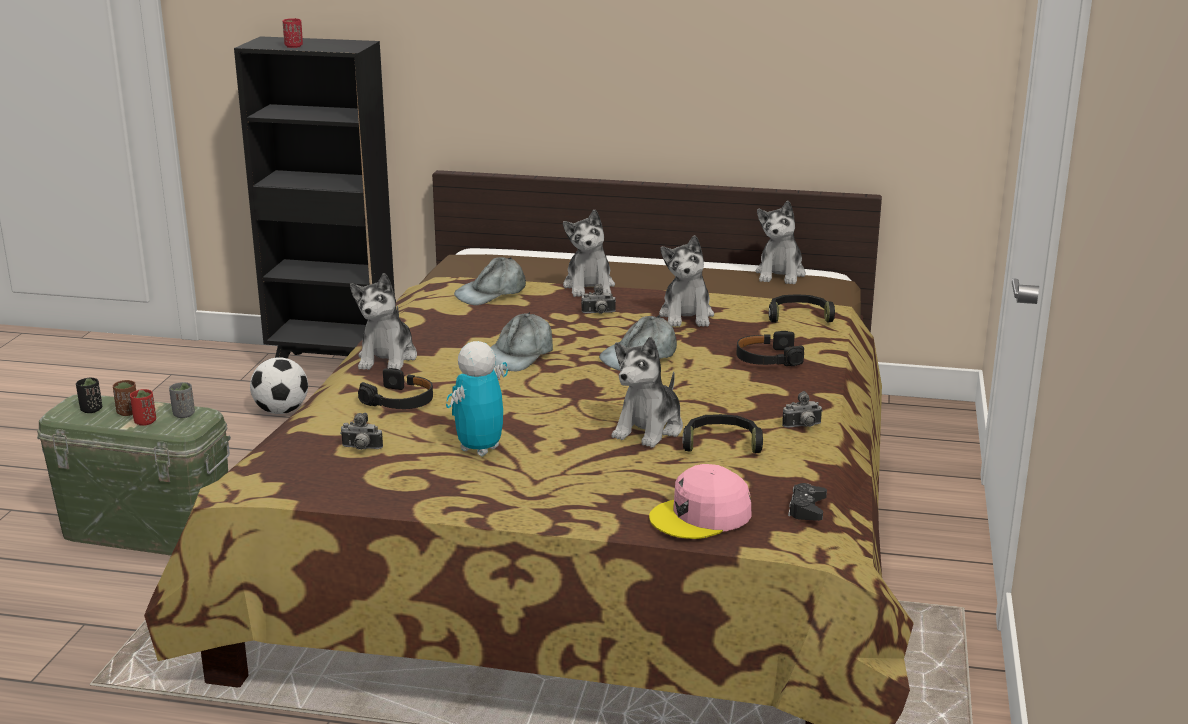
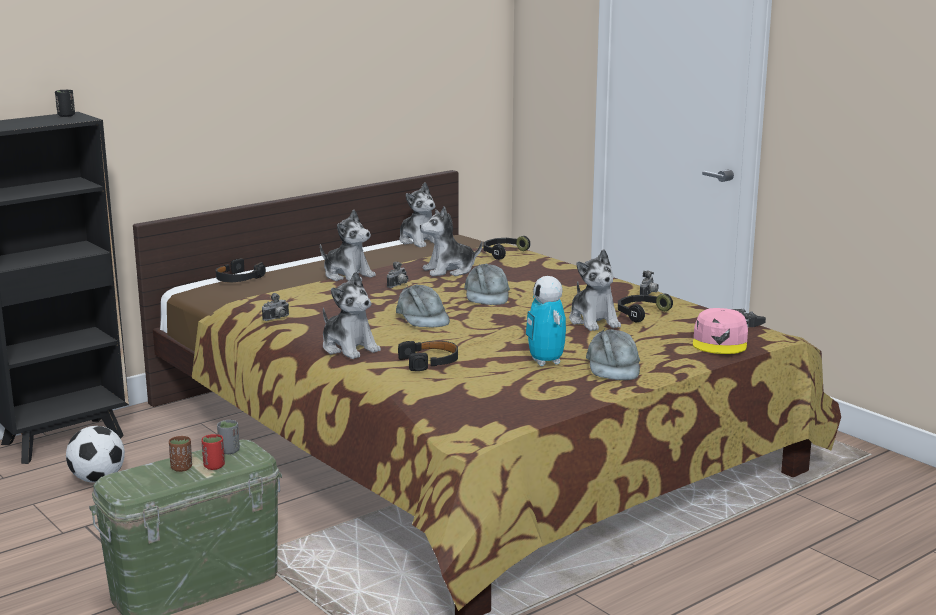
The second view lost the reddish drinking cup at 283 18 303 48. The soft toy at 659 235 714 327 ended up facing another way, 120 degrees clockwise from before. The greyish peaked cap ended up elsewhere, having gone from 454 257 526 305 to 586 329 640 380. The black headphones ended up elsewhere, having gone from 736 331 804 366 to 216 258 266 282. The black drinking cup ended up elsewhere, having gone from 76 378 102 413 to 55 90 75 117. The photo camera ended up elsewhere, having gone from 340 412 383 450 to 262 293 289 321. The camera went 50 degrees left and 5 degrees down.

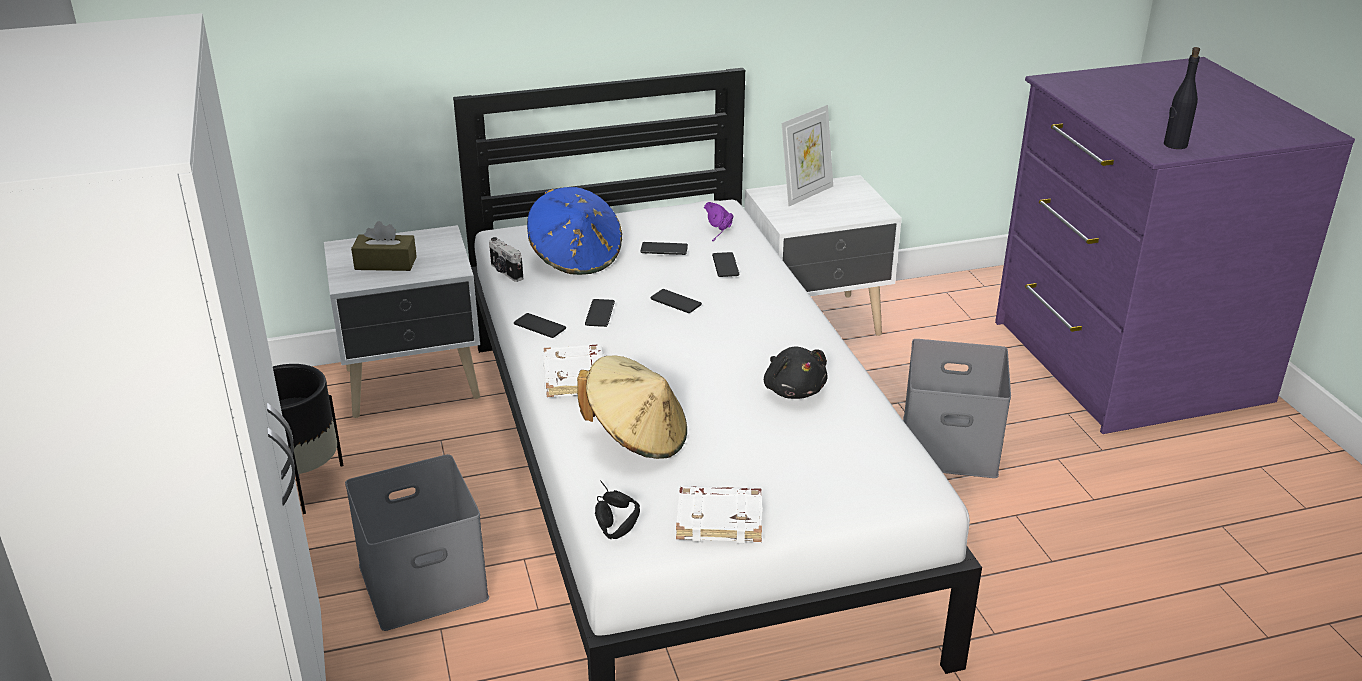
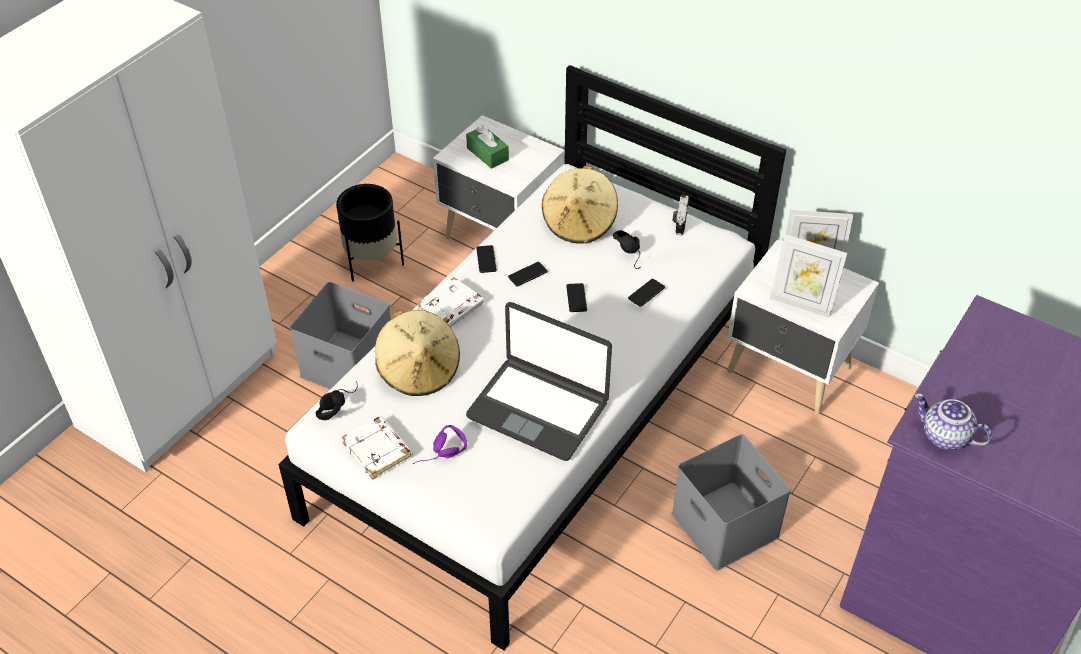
Where the black drink bottle stood at 1164 47 1200 149, the tea pot came to stand at 915 394 992 450. What was the blue clothing hat at 527 187 622 275 turned into the beige-coloured clothing hat at 542 166 618 244. The purplish headphones ended up elsewhere, having gone from 704 202 734 241 to 413 425 467 464. What was the brown box of tissues at 351 221 417 271 turned into the greenish box of tissues at 466 126 509 169. The photo camera ended up elsewhere, having gone from 489 237 523 282 to 673 195 689 235. Where the phone stood at 640 242 688 255, the black headphones came to stand at 613 230 640 269. Where the black soft toy stood at 764 347 827 399, the laptop came to stand at 466 302 612 461. The second view gained the photo frame at 770 234 847 318. The camera went 50 degrees right and 15 degrees up.

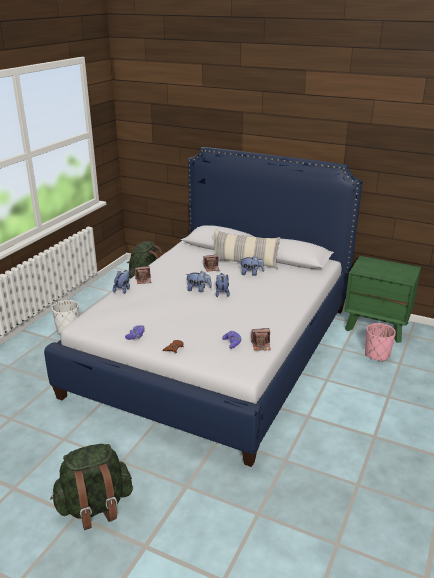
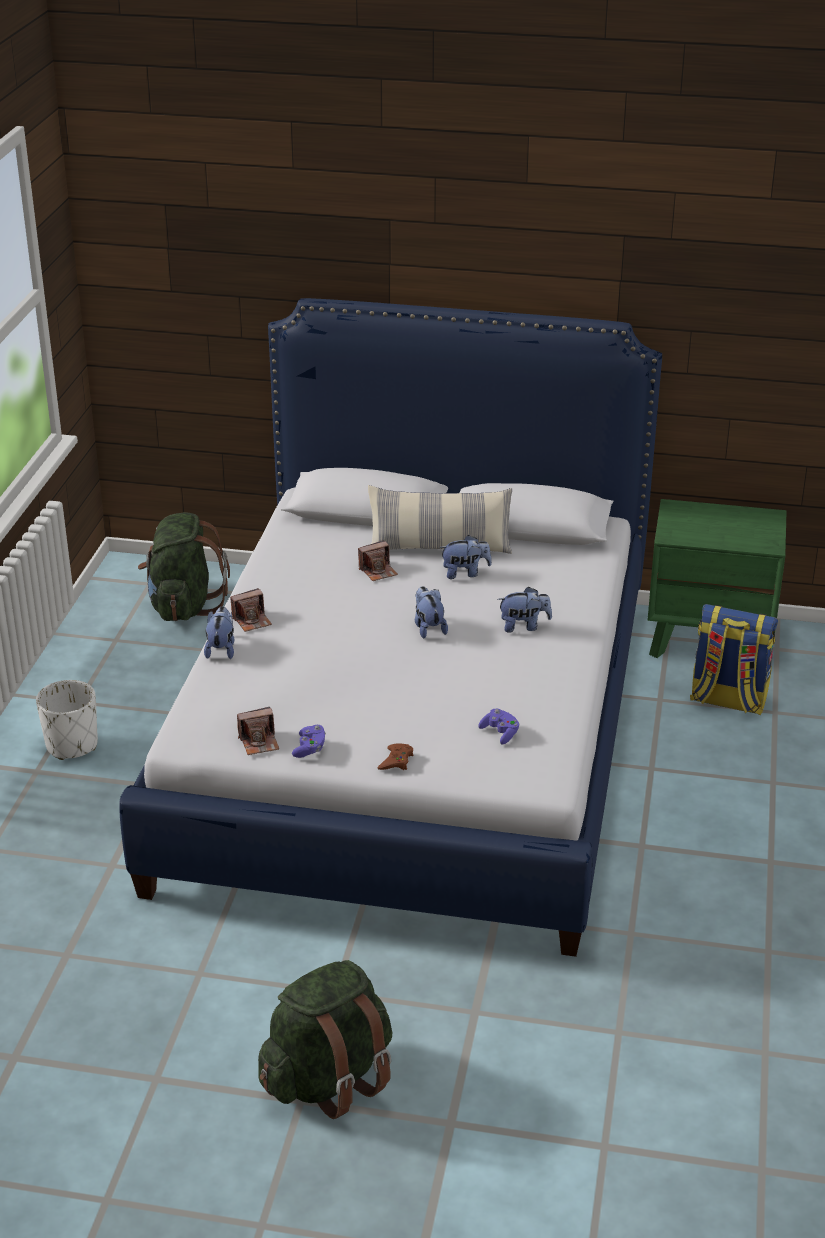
The soft toy ended up elsewhere, having gone from 185 271 212 292 to 498 587 552 633. Where the pinkish planter stood at 365 323 396 362, the backpack came to stand at 690 604 778 715. The photo camera ended up elsewhere, having gone from 251 328 271 351 to 237 707 279 755. The camera went 15 degrees left and 5 degrees up.

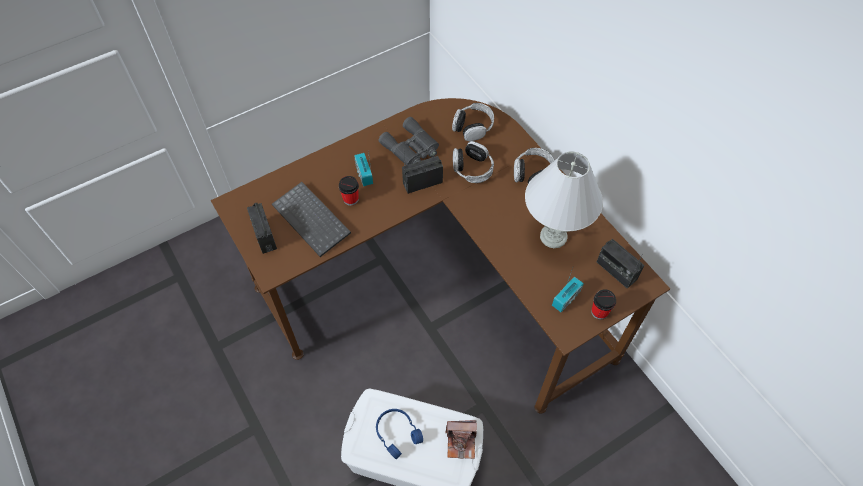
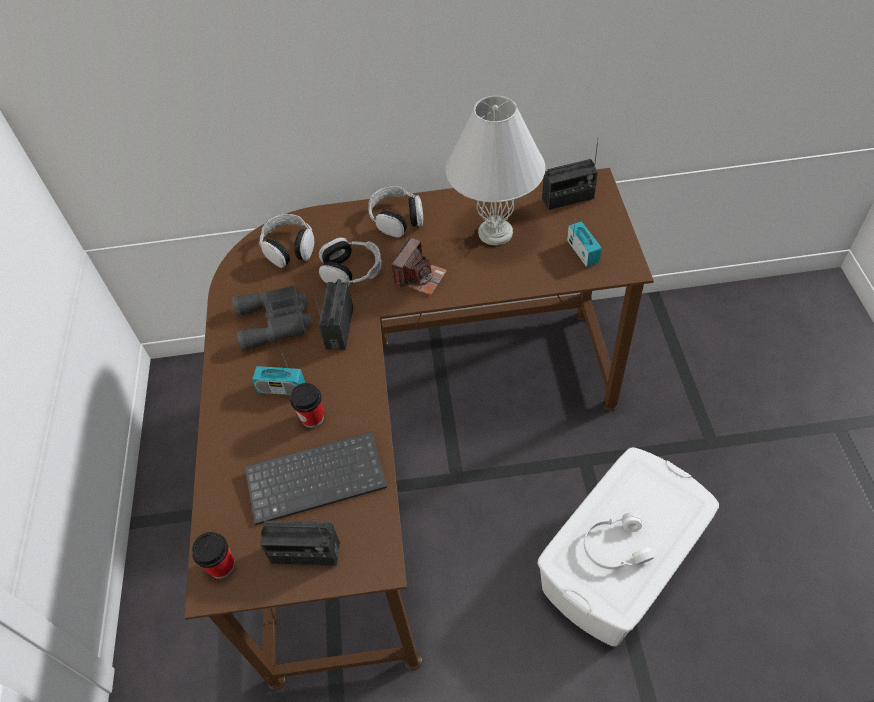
The drinking cup ended up elsewhere, having gone from 591 289 616 320 to 192 532 235 579. What was the blue headphones at 376 409 423 460 turned into the white-coloured headphones at 584 512 655 569. The photo camera ended up elsewhere, having gone from 445 420 477 459 to 391 238 447 296. The camera went 60 degrees left and 5 degrees down.

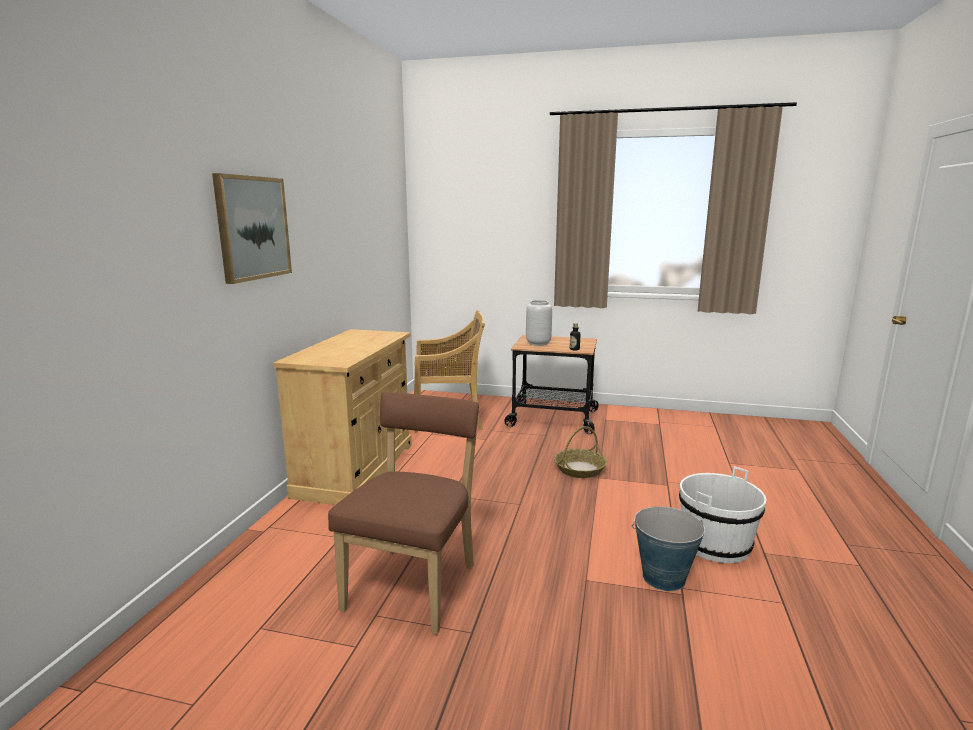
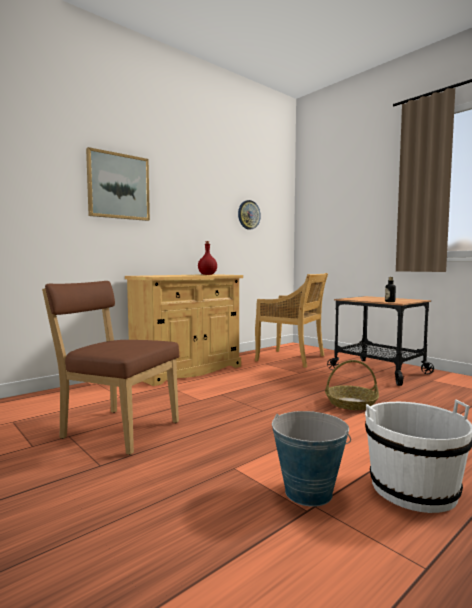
The second view lost the greyish flower vase at 526 300 552 346. The brown chair at 328 392 479 634 ended up facing another way, 120 degrees counterclockwise from before. The second view gained the hanging clock at 238 200 261 230. The second view gained the reddish drink bottle at 198 241 217 275. The camera went 35 degrees right and 10 degrees down.

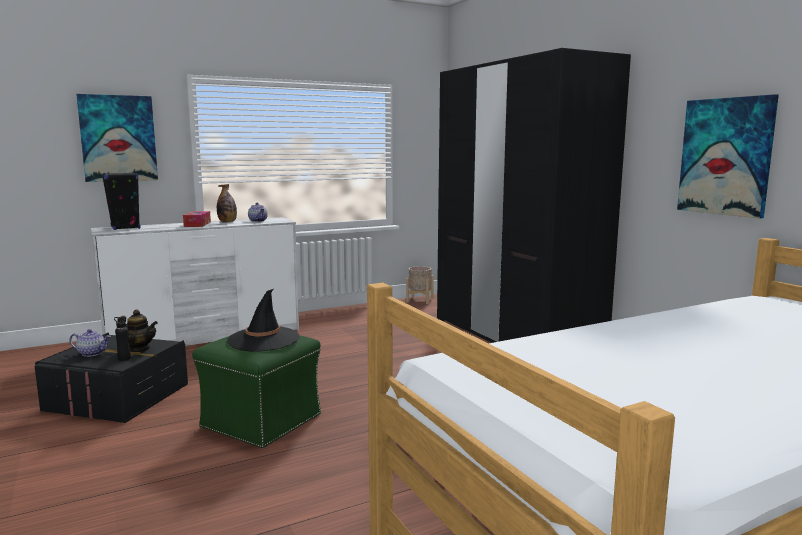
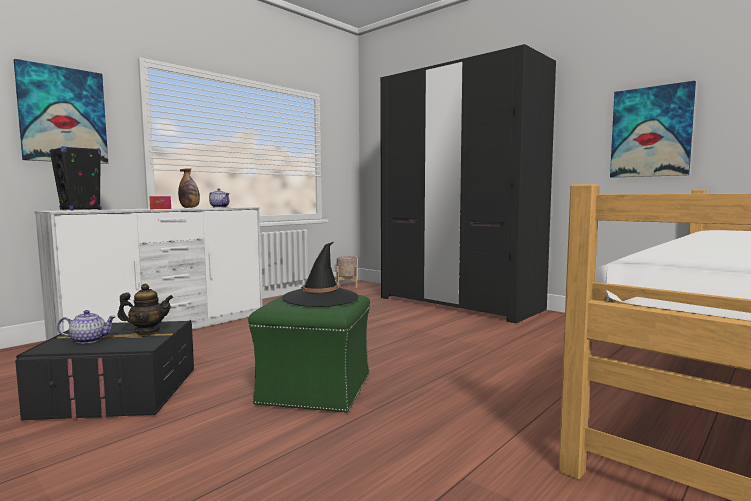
The second view lost the black drink bottle at 114 317 131 361. The camera went 20 degrees left and 5 degrees down.

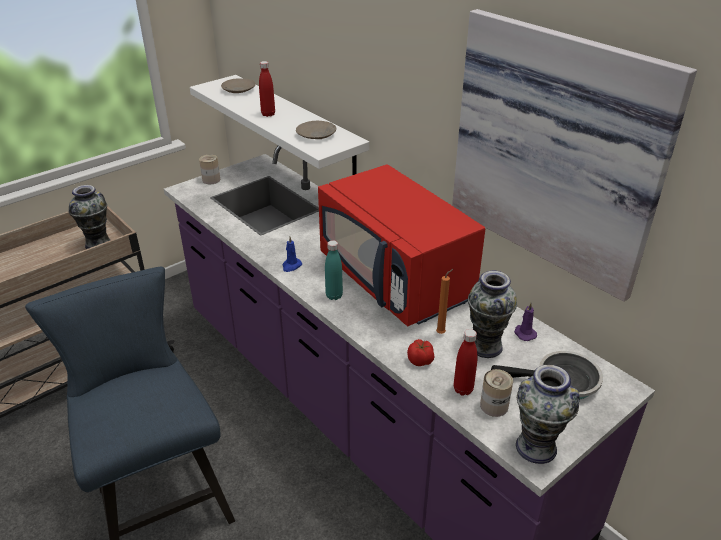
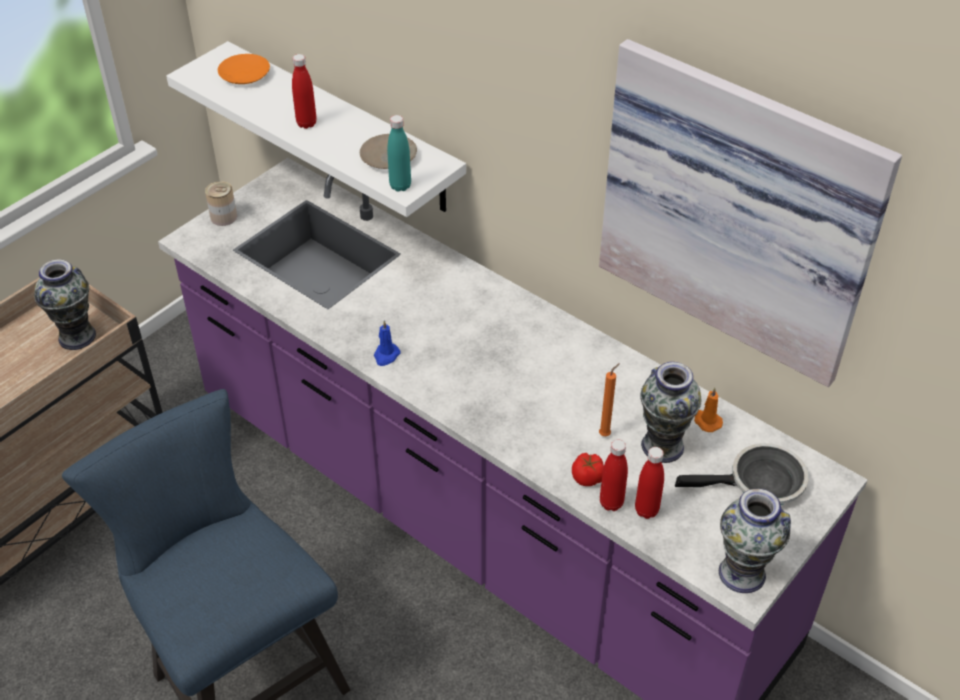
What was the beige-coloured dinner plate at 221 78 256 93 turned into the orange-coloured dinner plate at 218 54 270 84. The second view lost the reddish kitchen microwave at 318 165 485 327. The turquoise-coloured drink bottle ended up elsewhere, having gone from 325 240 343 300 to 387 115 411 192. What was the purplish candle at 514 303 537 341 turned into the orange-coloured candle at 694 388 723 432. The second view lost the metal can at 480 369 513 417. The second view gained the reddish drink bottle at 600 439 628 511. The camera went 10 degrees left and 10 degrees up.

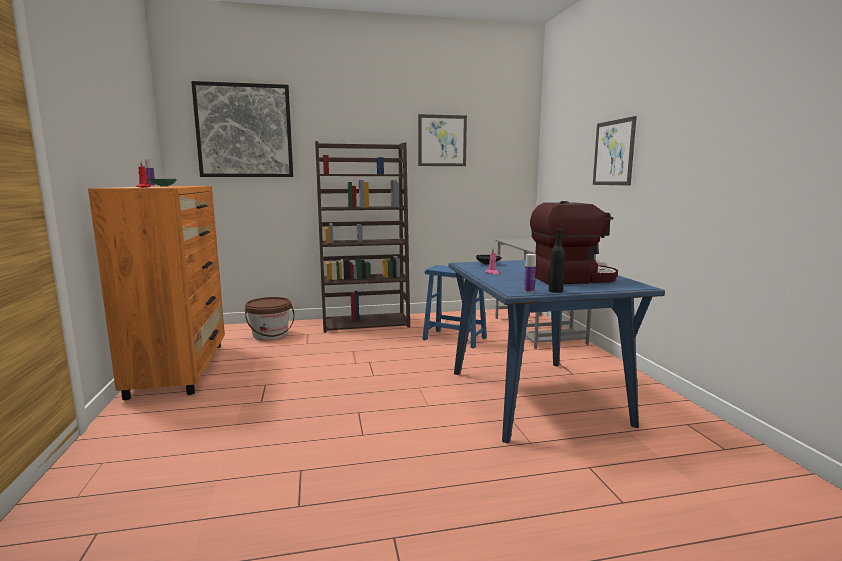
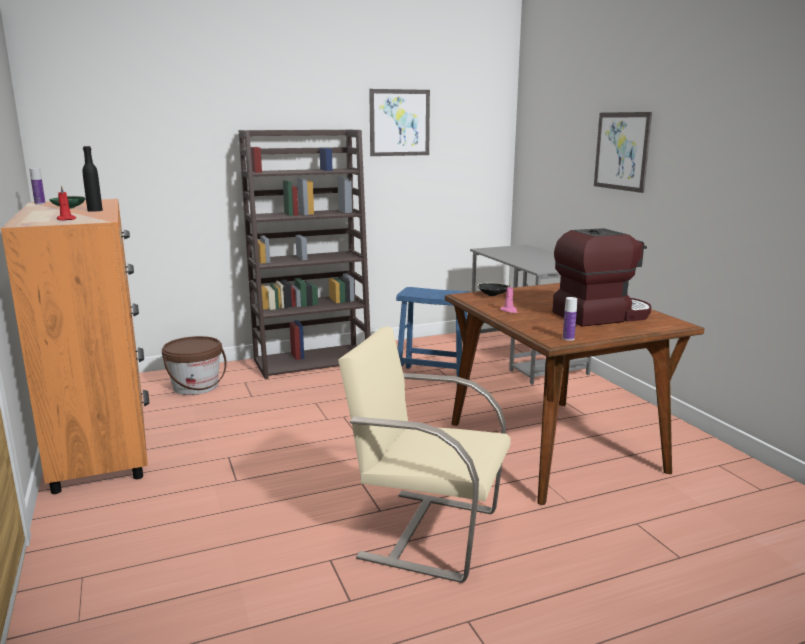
The second view lost the wall art at 191 81 293 177. The black drink bottle ended up elsewhere, having gone from 549 229 565 293 to 83 146 103 212. What was the blue dinner table at 448 260 665 443 turned into the brown dinner table at 445 283 704 505. The second view gained the beige-coloured chair at 338 326 510 583. The camera went 10 degrees left and 5 degrees up.

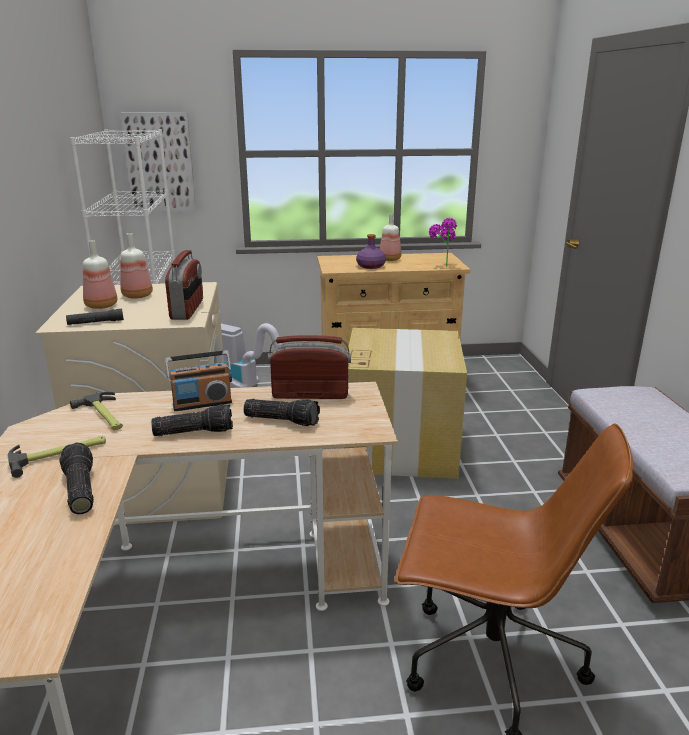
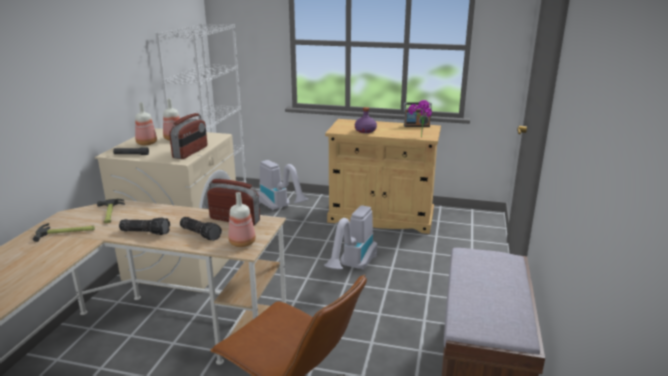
The second view lost the wall art at 120 112 196 212. The drink bottle ended up elsewhere, having gone from 380 213 401 261 to 228 192 256 247. Where the carton stood at 344 328 467 479, the hoover came to stand at 324 205 377 270. The radio set ended up elsewhere, having gone from 165 350 232 411 to 404 103 432 127. The second view lost the flashlight at 59 443 94 514. The camera went 20 degrees right and 0 degrees up.

